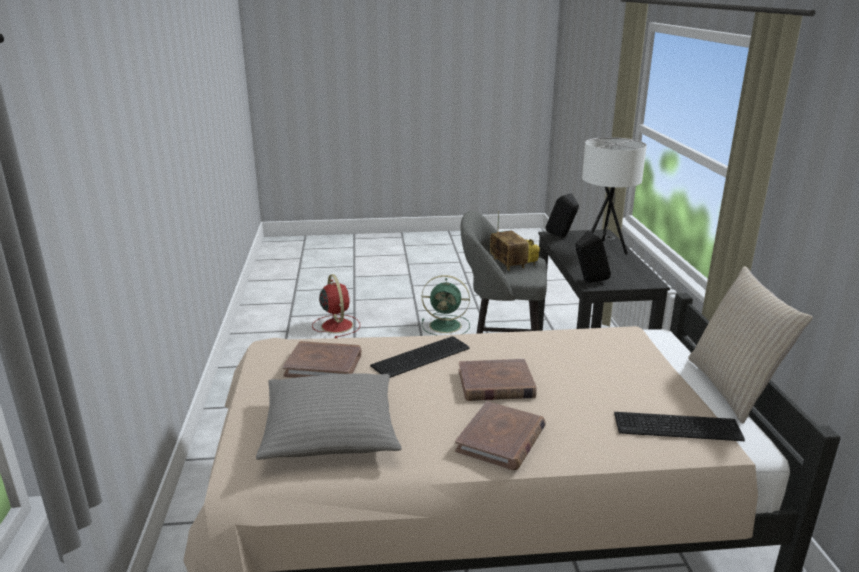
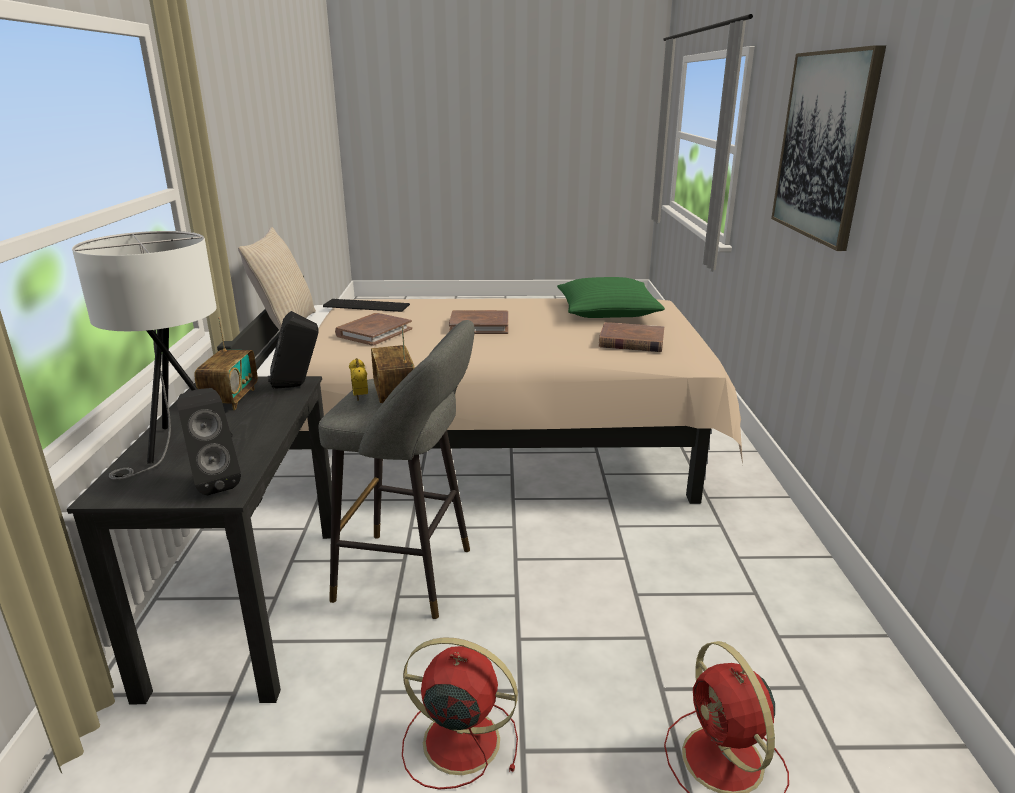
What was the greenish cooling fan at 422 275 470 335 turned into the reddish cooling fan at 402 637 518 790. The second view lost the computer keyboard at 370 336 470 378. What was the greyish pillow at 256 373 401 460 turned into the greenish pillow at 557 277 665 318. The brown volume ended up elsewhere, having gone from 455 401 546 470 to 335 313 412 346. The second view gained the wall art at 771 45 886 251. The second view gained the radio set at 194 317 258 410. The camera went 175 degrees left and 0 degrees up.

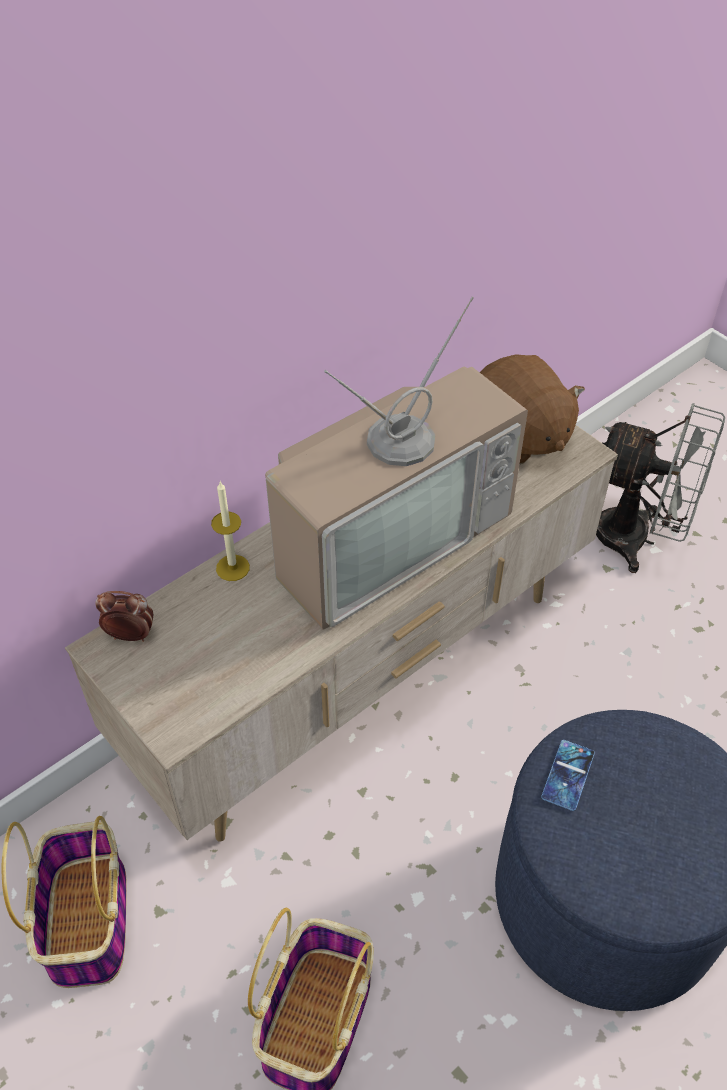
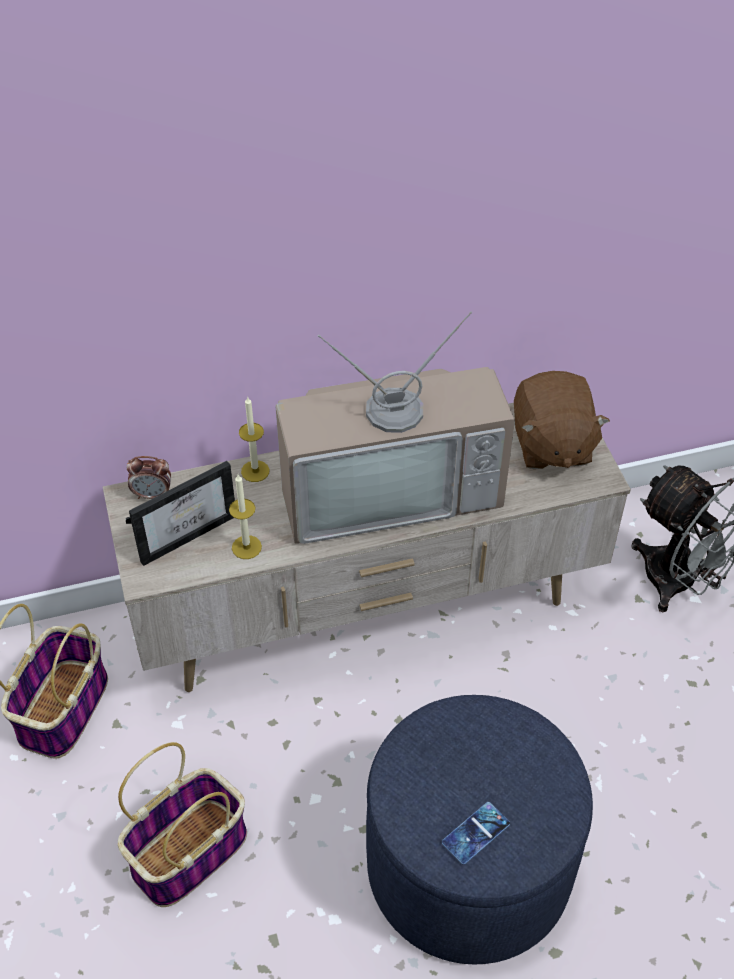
The bedside clock at 95 591 153 642 ended up facing another way, 150 degrees clockwise from before. The phone ended up elsewhere, having gone from 541 740 595 811 to 442 802 510 865. The second view gained the photo frame at 126 461 235 566. The second view gained the candle at 229 475 262 559. The camera went 25 degrees right and 0 degrees up.

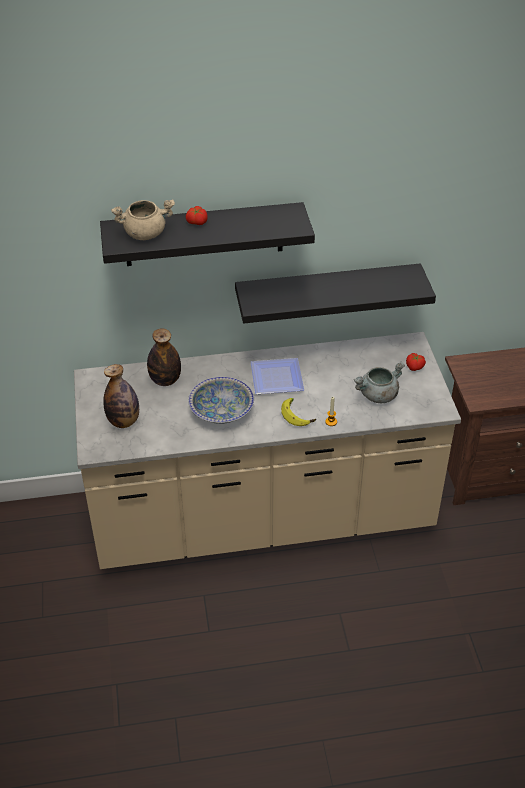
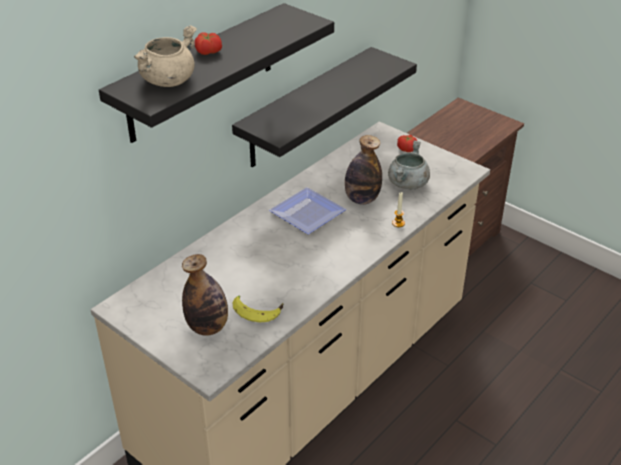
The drink bottle ended up elsewhere, having gone from 147 328 181 386 to 345 135 382 205. The second view lost the deep dish at 188 377 254 424. The banana fruit ended up elsewhere, having gone from 281 398 316 426 to 232 296 284 322. The camera went 40 degrees left and 5 degrees down.

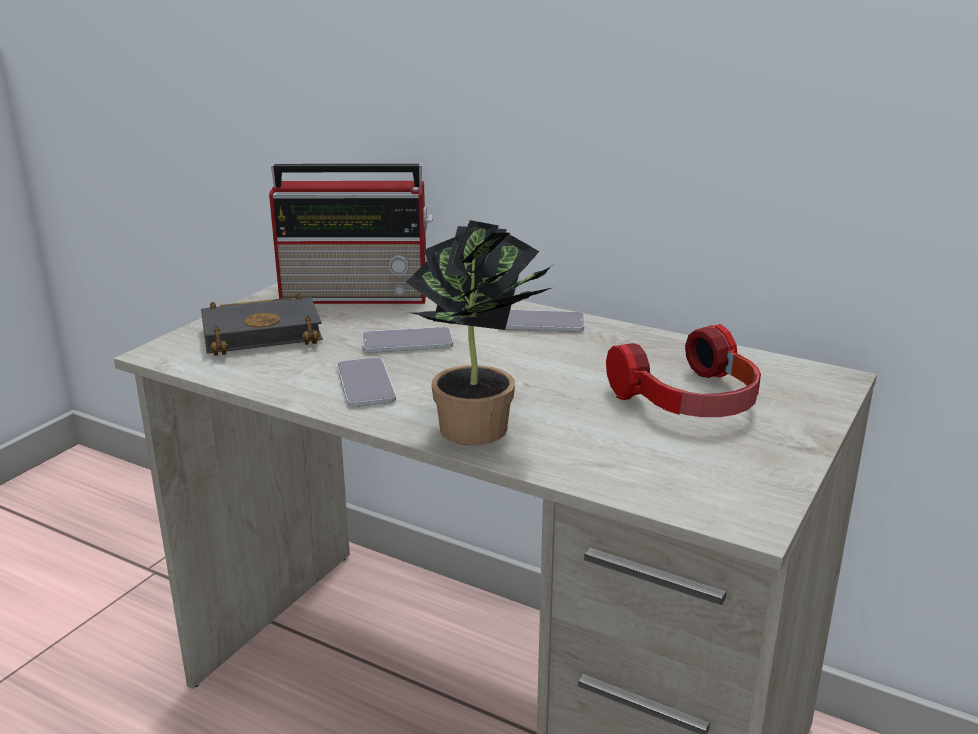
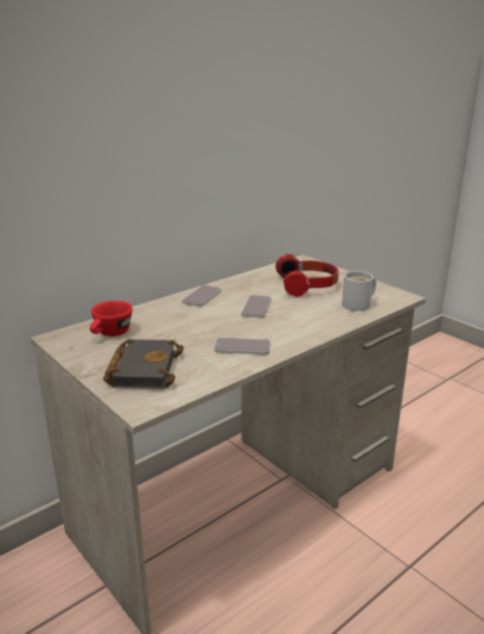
Where the radio set stood at 269 164 433 304, the reddish drinking cup came to stand at 90 301 132 336. The second view lost the plant in a pot at 405 220 553 445. The phone ended up elsewhere, having gone from 362 327 453 353 to 241 295 271 318. The second view gained the white-coloured mug at 342 271 376 311. The camera went 70 degrees left and 0 degrees up.

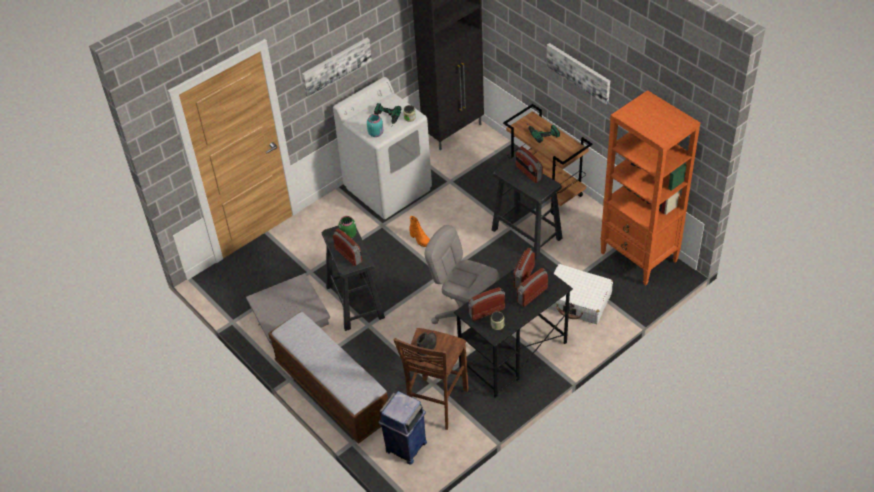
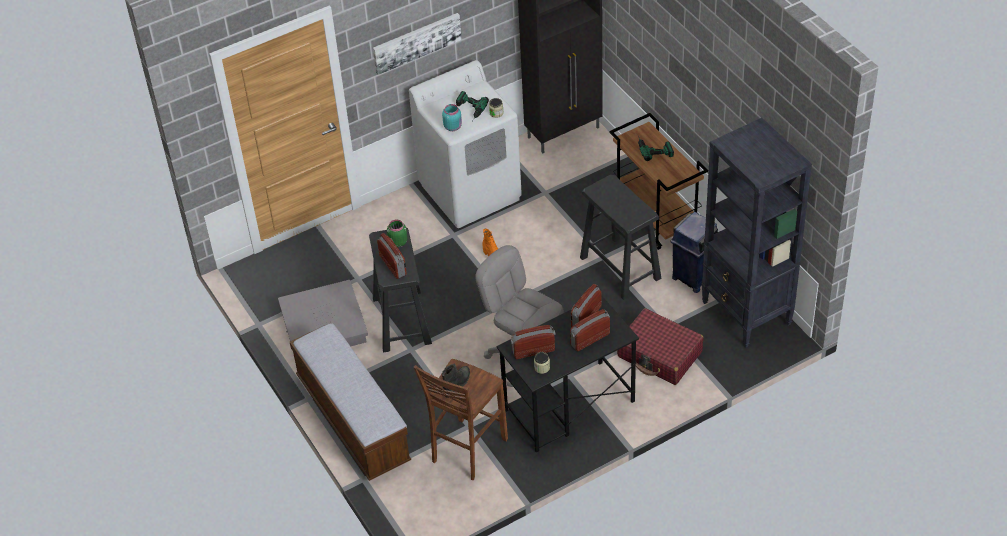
The second view lost the wall art at 546 43 610 104. What was the orange-coloured bookcase at 600 90 700 286 turned into the black bookcase at 701 118 812 348. The second view lost the radio set at 516 146 543 183. What was the white-coloured piece of luggage at 547 264 613 324 turned into the reddish piece of luggage at 617 308 704 385. The blue rubbish bin ended up elsewhere, having gone from 378 391 427 465 to 670 212 718 293. The camera went 10 degrees right and 0 degrees up.

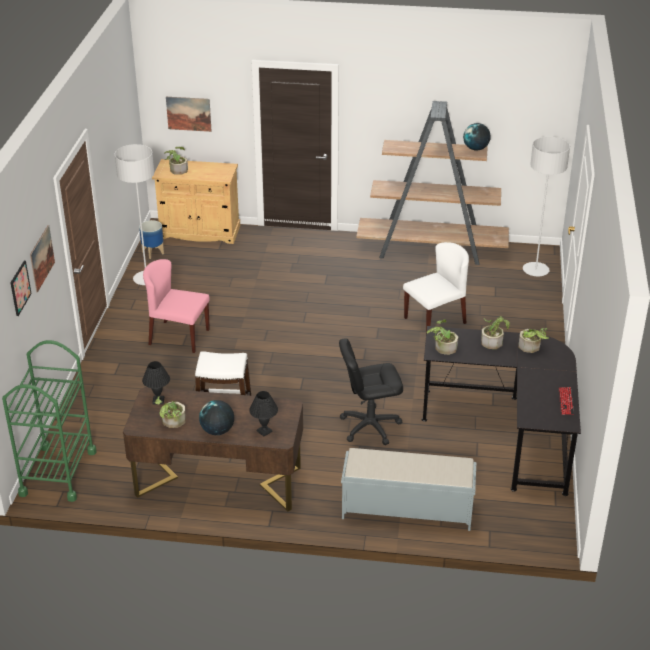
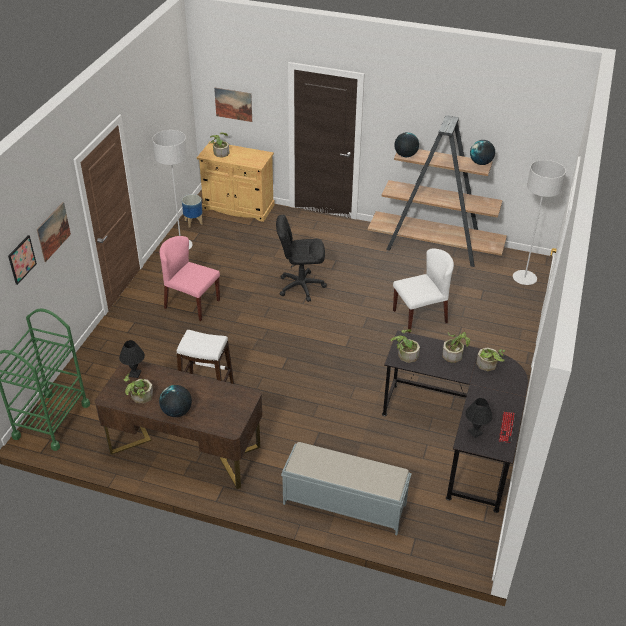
The black desk chair ended up elsewhere, having gone from 339 339 403 445 to 276 215 327 302. The black tabletop lamp ended up elsewhere, having gone from 249 391 278 437 to 465 398 493 438. The second view gained the world globe at 394 132 419 157. The camera went 10 degrees right and 5 degrees up.

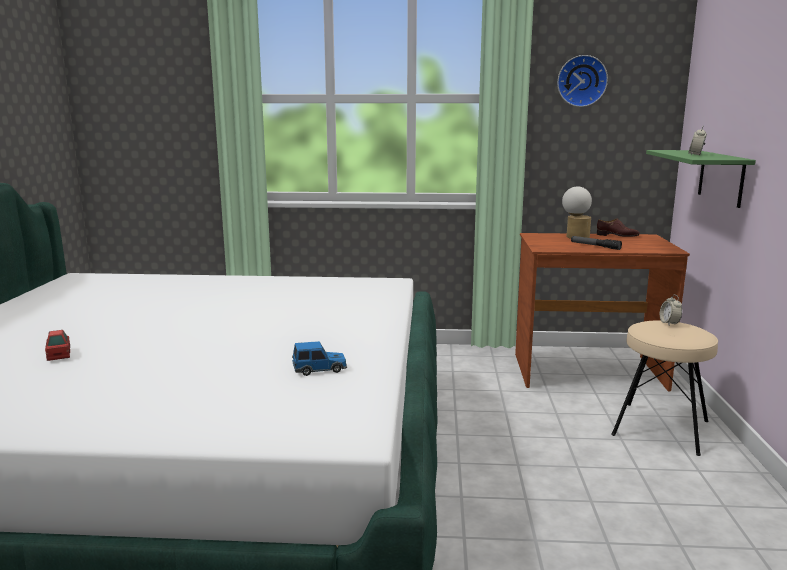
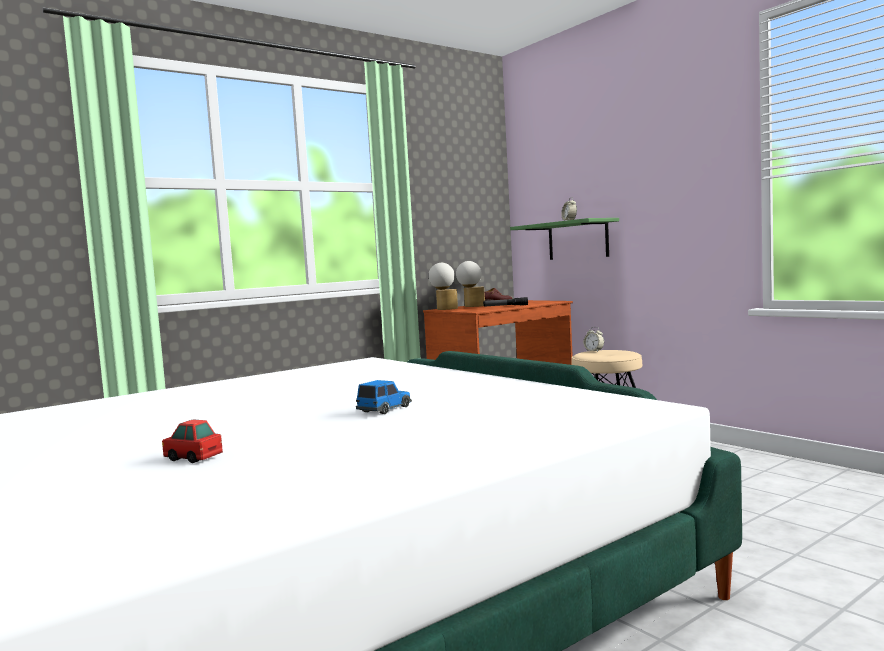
The second view lost the hanging clock at 557 55 608 107. The model car ended up elsewhere, having gone from 292 341 347 376 to 356 380 412 414. The second view gained the tabletop lamp at 428 263 458 310. The camera went 40 degrees left and 10 degrees down.

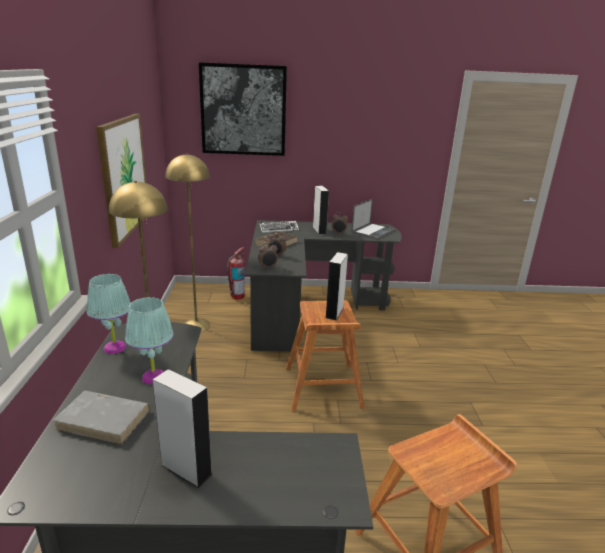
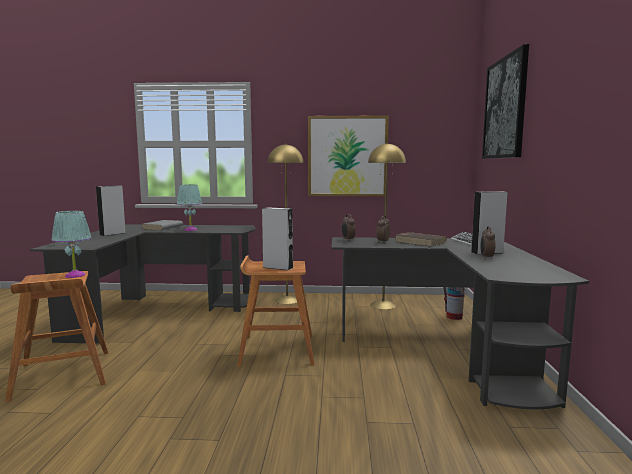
The second view lost the laptop at 351 199 395 240. The turquoise-coloured tabletop lamp ended up elsewhere, having gone from 87 274 131 354 to 52 211 92 278. The camera went 95 degrees right and 15 degrees down.

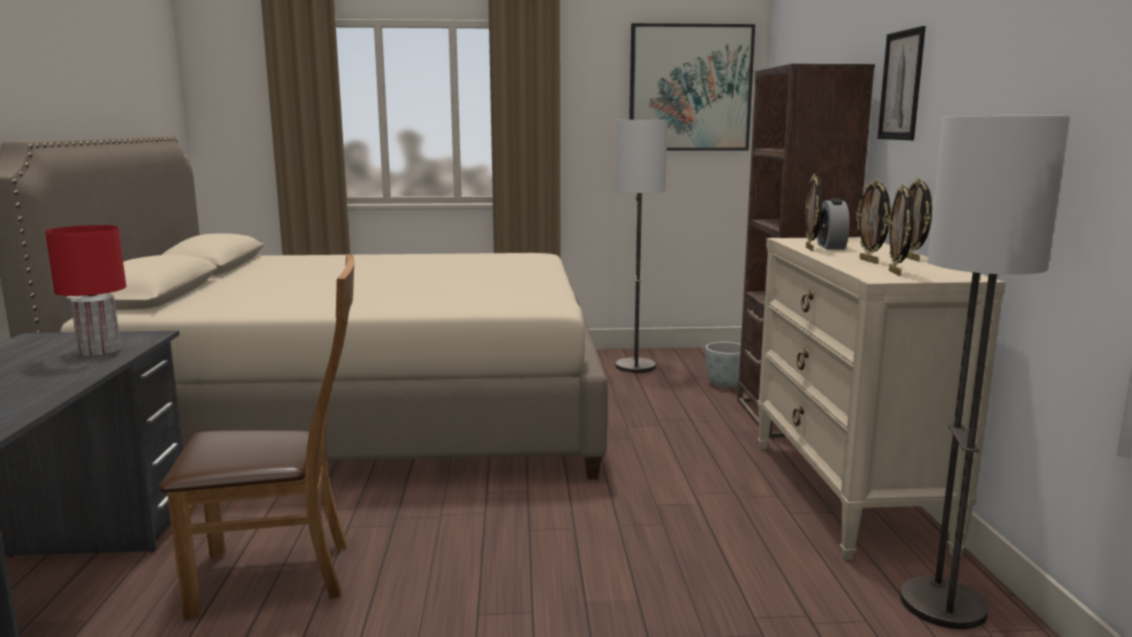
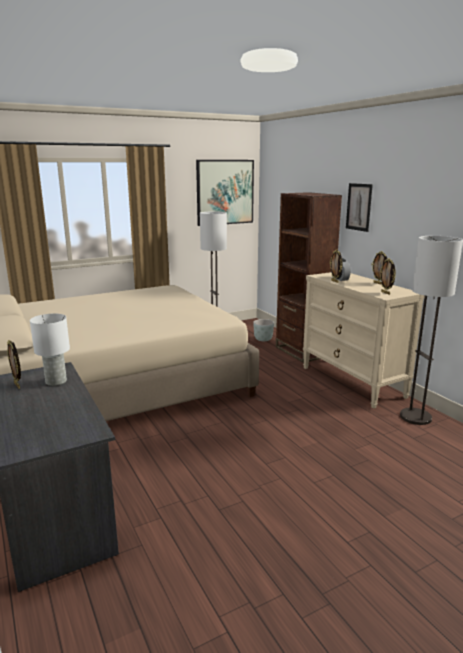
The photo frame ended up elsewhere, having gone from 856 179 891 264 to 7 340 21 389. What was the reddish tabletop lamp at 45 225 126 357 turned into the white-coloured tabletop lamp at 30 314 70 386. The second view lost the brown chair at 160 254 354 620. The camera went 25 degrees left and 5 degrees up.

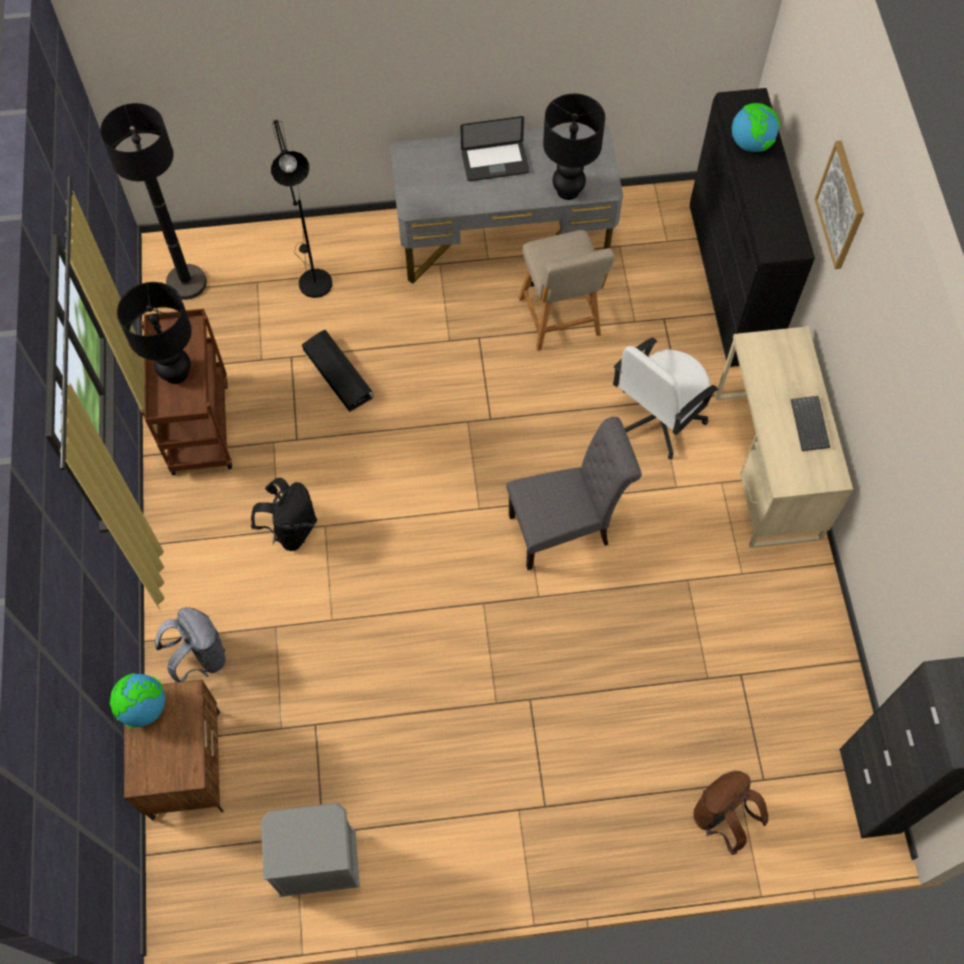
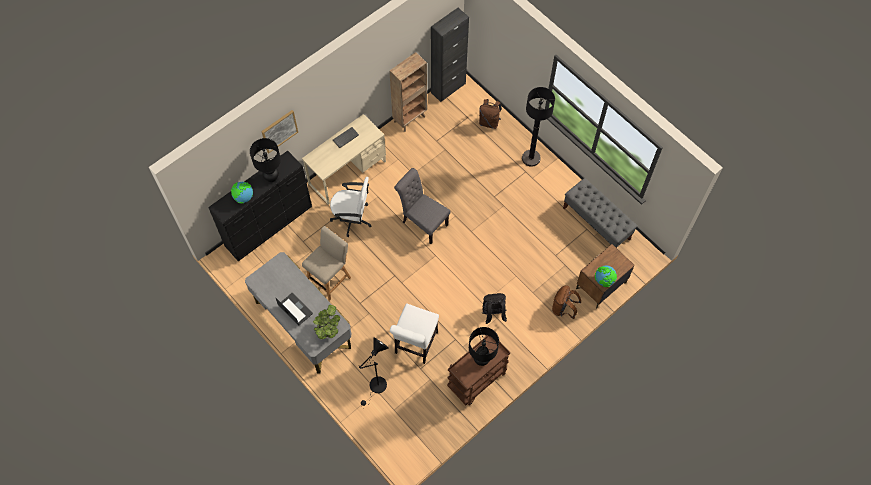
The black tabletop lamp ended up elsewhere, having gone from 543 94 605 200 to 250 138 281 182. The black floor lamp ended up elsewhere, having gone from 100 103 207 300 to 522 87 555 167. Where the black storage container stood at 302 330 374 412, the white-coloured chair came to stand at 390 304 439 364. What was the greyish backpack at 155 607 226 682 turned into the brown backpack at 552 285 581 319. Where the greyish nightstand stood at 261 803 360 897, the greyish indoor bench came to stand at 563 178 637 248. The second view gained the brown bookcase at 389 52 427 132. The second view gained the plant in a pot at 313 305 340 339. The camera went 125 degrees left and 0 degrees up.

